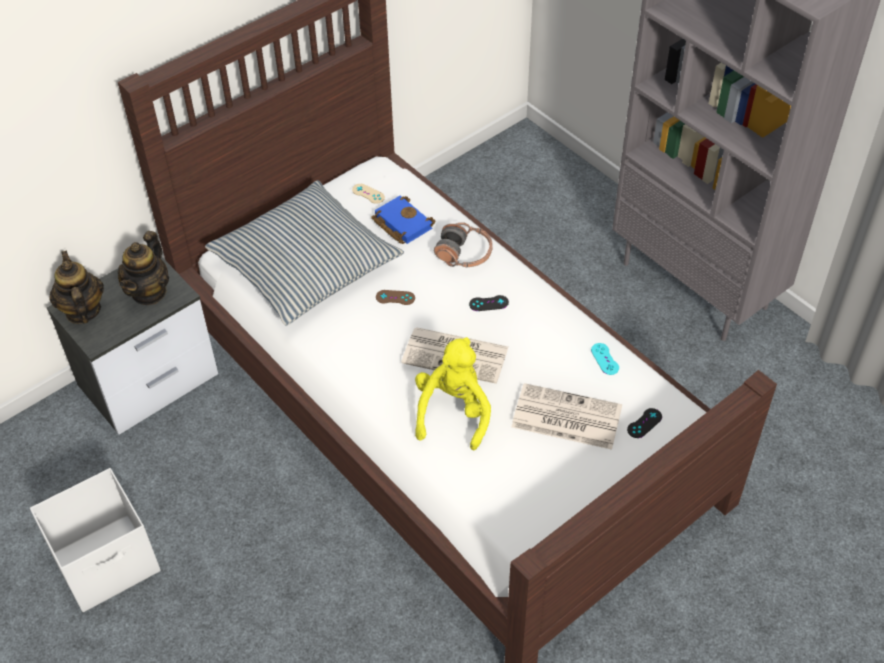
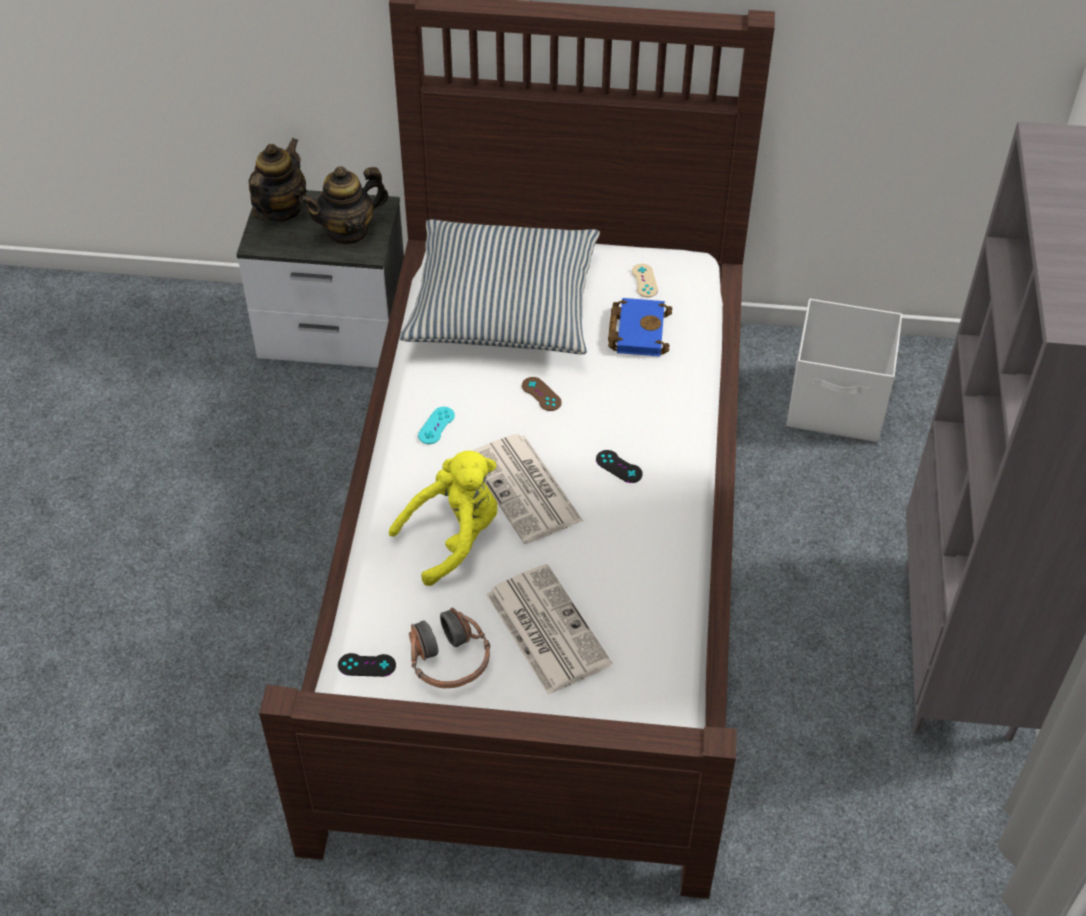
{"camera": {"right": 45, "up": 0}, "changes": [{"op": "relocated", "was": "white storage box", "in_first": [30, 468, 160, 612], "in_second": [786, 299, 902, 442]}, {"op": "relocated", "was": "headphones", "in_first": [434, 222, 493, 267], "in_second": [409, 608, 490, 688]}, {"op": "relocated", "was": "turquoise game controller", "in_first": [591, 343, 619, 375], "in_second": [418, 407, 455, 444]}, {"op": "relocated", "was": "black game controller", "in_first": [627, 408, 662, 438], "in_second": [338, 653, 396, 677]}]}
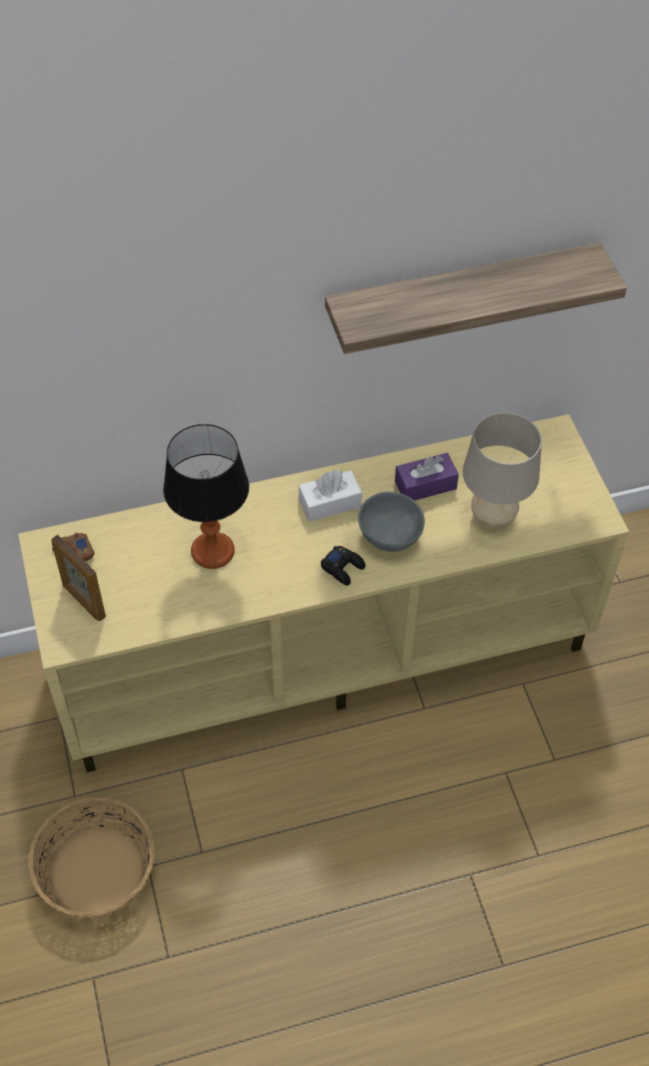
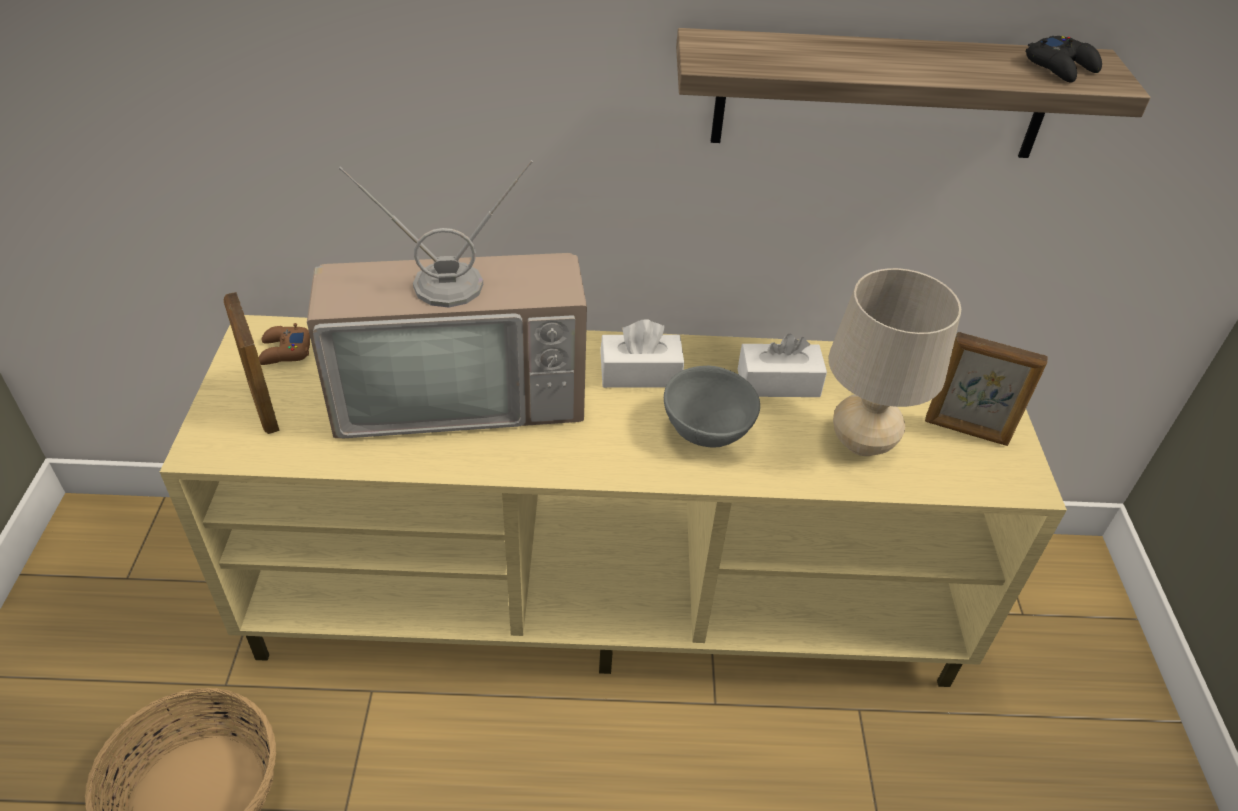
{"camera": {"right": 15, "up": -10}, "changes": [{"op": "exchanged", "was": "table lamp", "now": "television", "in_first": [163, 424, 249, 569], "in_second": [307, 160, 587, 439]}, {"op": "relocated", "was": "black game controller", "in_first": [321, 546, 365, 585], "in_second": [1025, 36, 1102, 83]}, {"op": "colour", "was": "purple tissue box", "now": "white tissue box", "in_first": [395, 453, 459, 501], "in_second": [738, 333, 827, 397]}, {"op": "appeared", "now": "picture frame", "in_second": [925, 332, 1048, 446]}]}
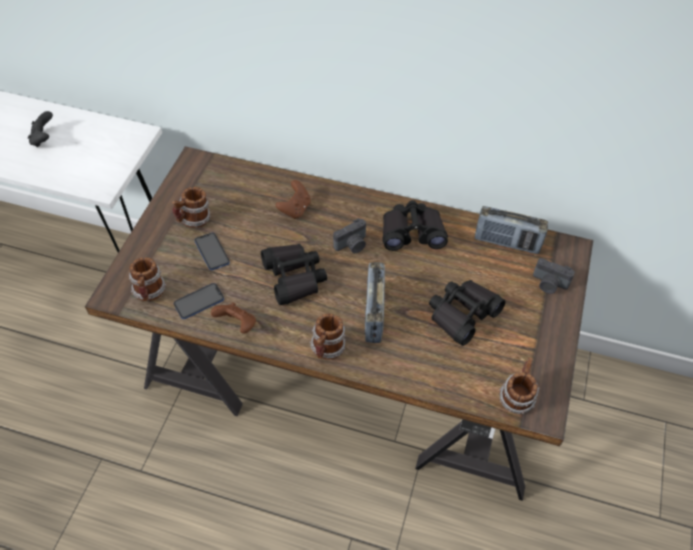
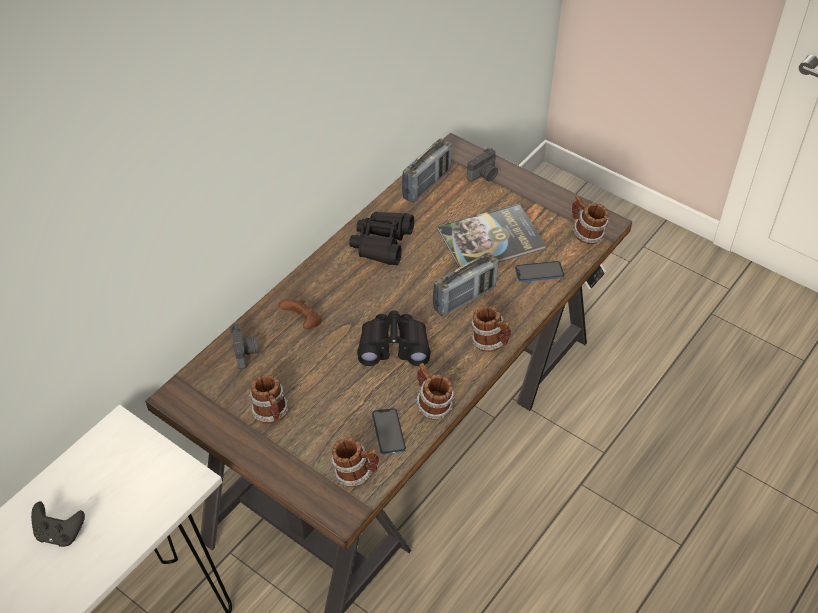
{"camera": {"right": -70, "up": -5}, "changes": [{"op": "relocated", "was": "phone", "in_first": [195, 233, 230, 270], "in_second": [515, 261, 564, 282]}, {"op": "exchanged", "was": "brown game controller", "now": "mug", "in_first": [211, 303, 256, 334], "in_second": [415, 363, 454, 420]}, {"op": "relocated", "was": "photo camera", "in_first": [333, 218, 366, 253], "in_second": [230, 323, 259, 369]}, {"op": "spun", "was": "radio", "in_first": [365, 262, 385, 343], "in_second": [433, 252, 498, 317], "clockwise": -60}, {"op": "exchanged", "was": "black binoculars", "now": "book", "in_first": [429, 280, 506, 346], "in_second": [438, 203, 547, 267]}]}
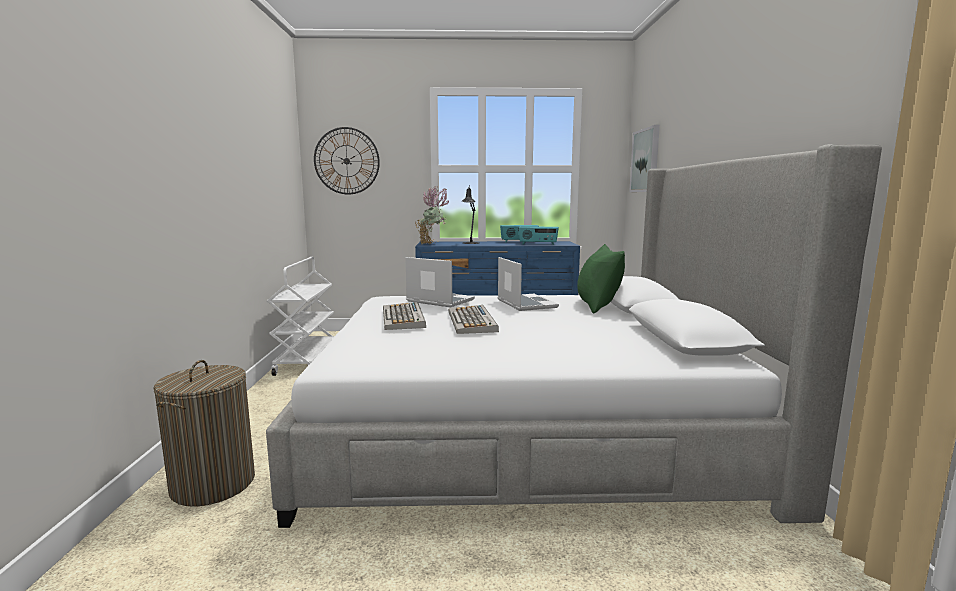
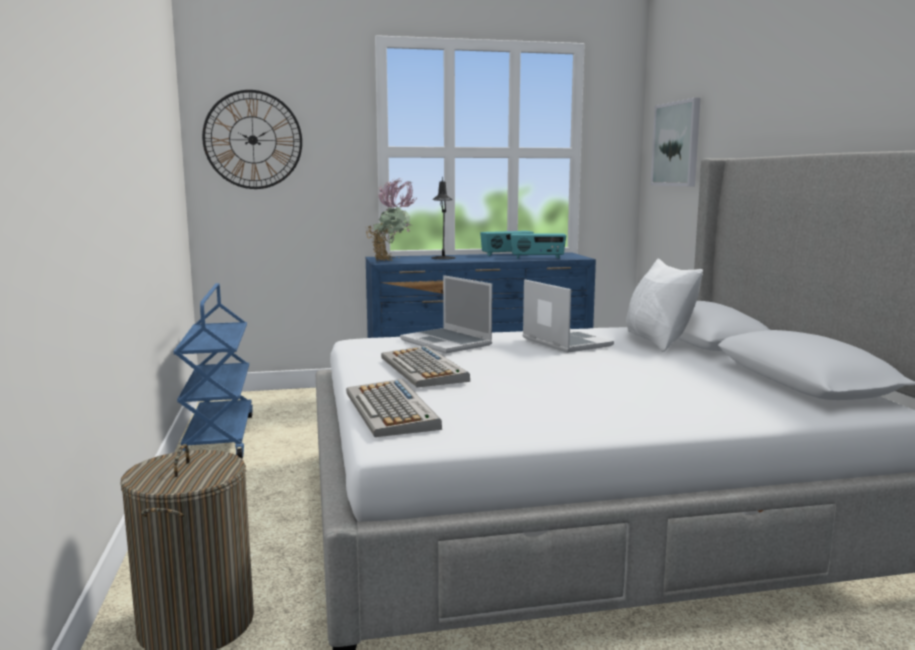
{"camera": {"right": -10, "up": 0}, "changes": [{"op": "colour", "was": "white cart", "now": "blue cart", "in_first": [267, 257, 334, 376], "in_second": [173, 283, 253, 459]}, {"op": "spun", "was": "laptop", "in_first": [405, 257, 475, 307], "in_second": [400, 275, 492, 354], "clockwise": -150}, {"op": "relocated", "was": "keyboard", "in_first": [448, 305, 499, 334], "in_second": [346, 379, 442, 437]}, {"op": "colour", "was": "green pillow", "now": "white pillow", "in_first": [577, 244, 625, 313], "in_second": [626, 258, 703, 352]}]}
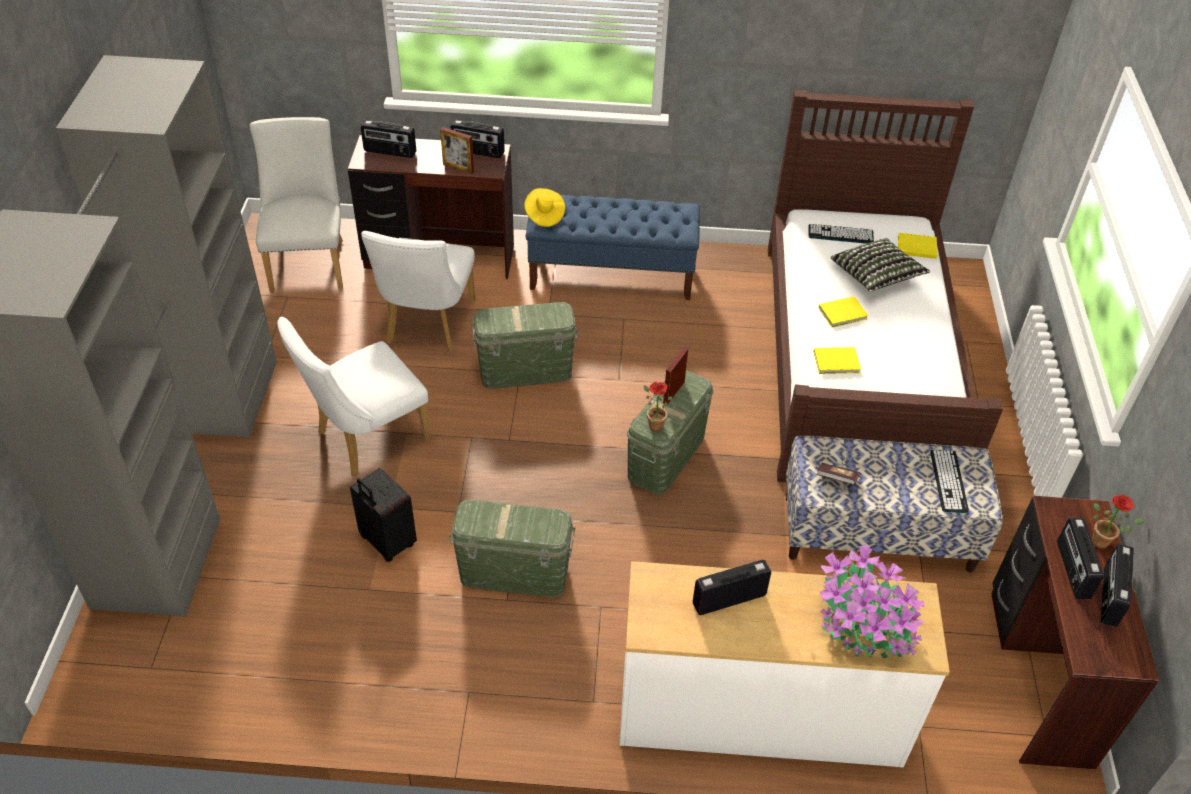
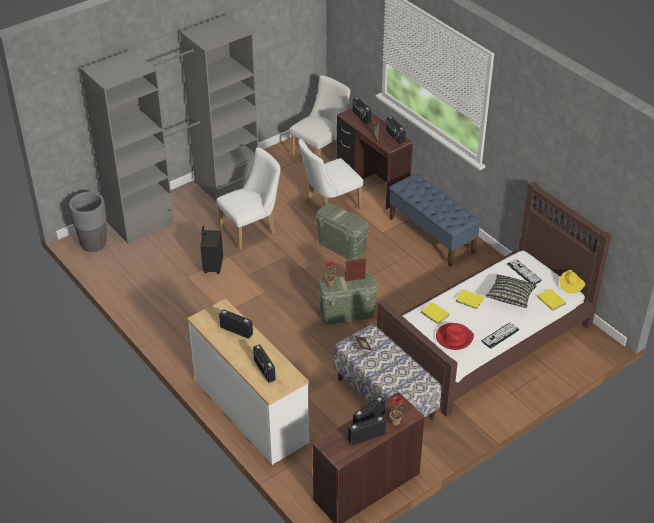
{"camera": {"right": 50, "up": -5}, "changes": [{"op": "spun", "was": "white chair", "in_first": [277, 317, 432, 477], "in_second": [216, 147, 281, 250], "clockwise": 135}, {"op": "missing", "was": "green storage box", "in_first": [449, 500, 576, 598]}, {"op": "relocated", "was": "yellow hat", "in_first": [524, 188, 565, 227], "in_second": [560, 270, 586, 293]}, {"op": "exchanged", "was": "potted plant", "now": "radio", "in_first": [820, 544, 925, 658], "in_second": [253, 344, 275, 383]}, {"op": "relocated", "was": "keyboard", "in_first": [930, 450, 969, 513], "in_second": [482, 323, 519, 349]}, {"op": "appeared", "now": "grey planter", "in_second": [69, 192, 107, 252]}, {"op": "appeared", "now": "red hat", "in_second": [436, 323, 474, 350]}]}
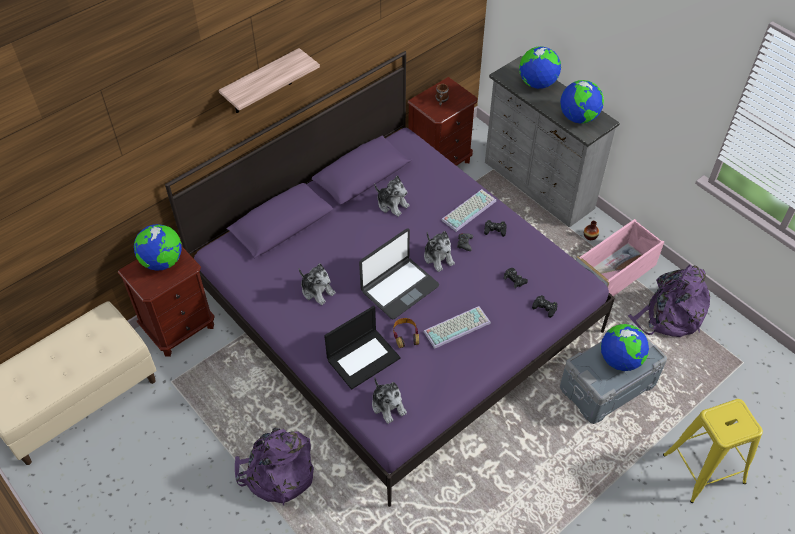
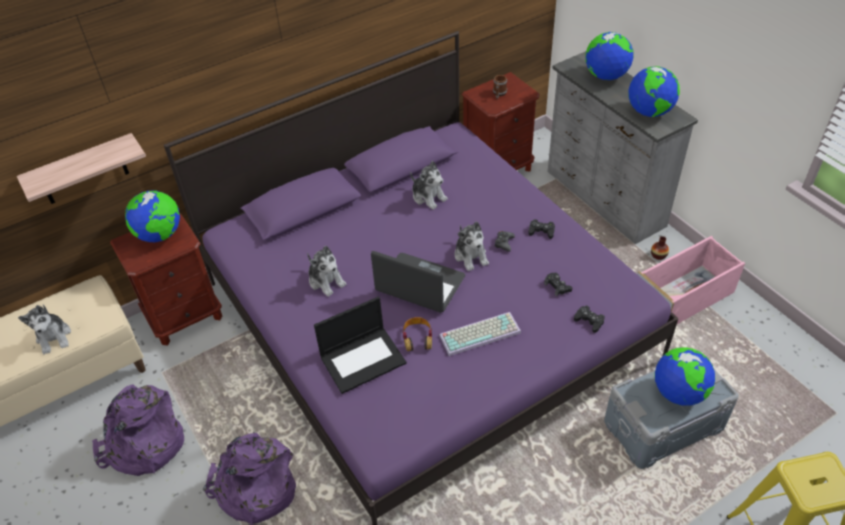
{"camera": {"right": 10, "up": -5}, "changes": [{"op": "relocated", "was": "shelf", "in_first": [219, 48, 320, 113], "in_second": [17, 133, 146, 204]}, {"op": "spun", "was": "laptop", "in_first": [359, 228, 439, 319], "in_second": [371, 251, 465, 313], "clockwise": -120}, {"op": "relocated", "was": "plush toy", "in_first": [372, 377, 407, 424], "in_second": [18, 305, 71, 355]}, {"op": "missing", "was": "keyboard", "in_first": [441, 189, 496, 232]}, {"op": "relocated", "was": "purple backpack", "in_first": [628, 265, 710, 337], "in_second": [92, 385, 184, 476]}]}
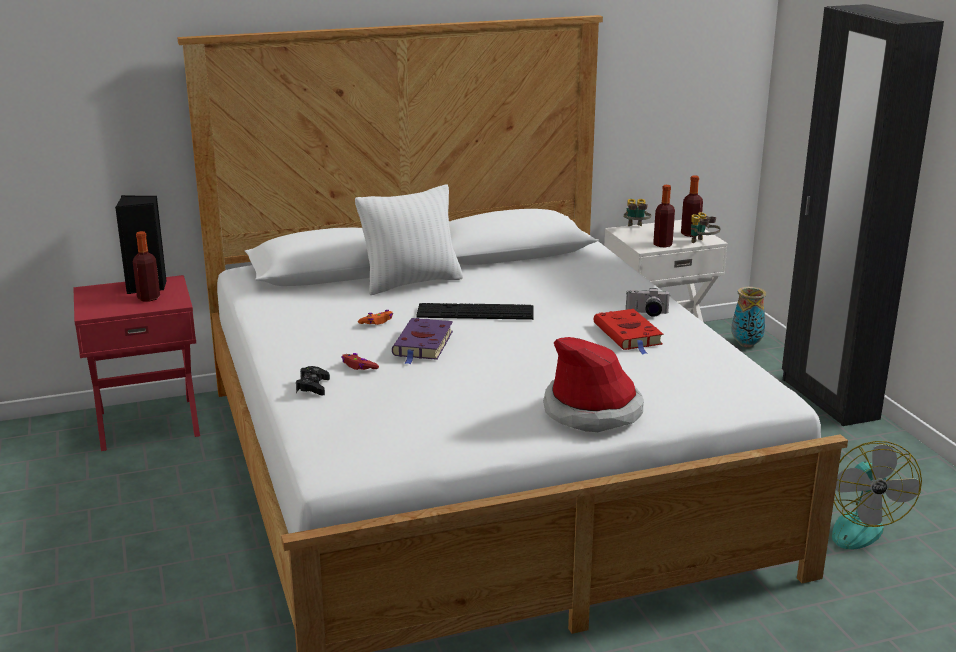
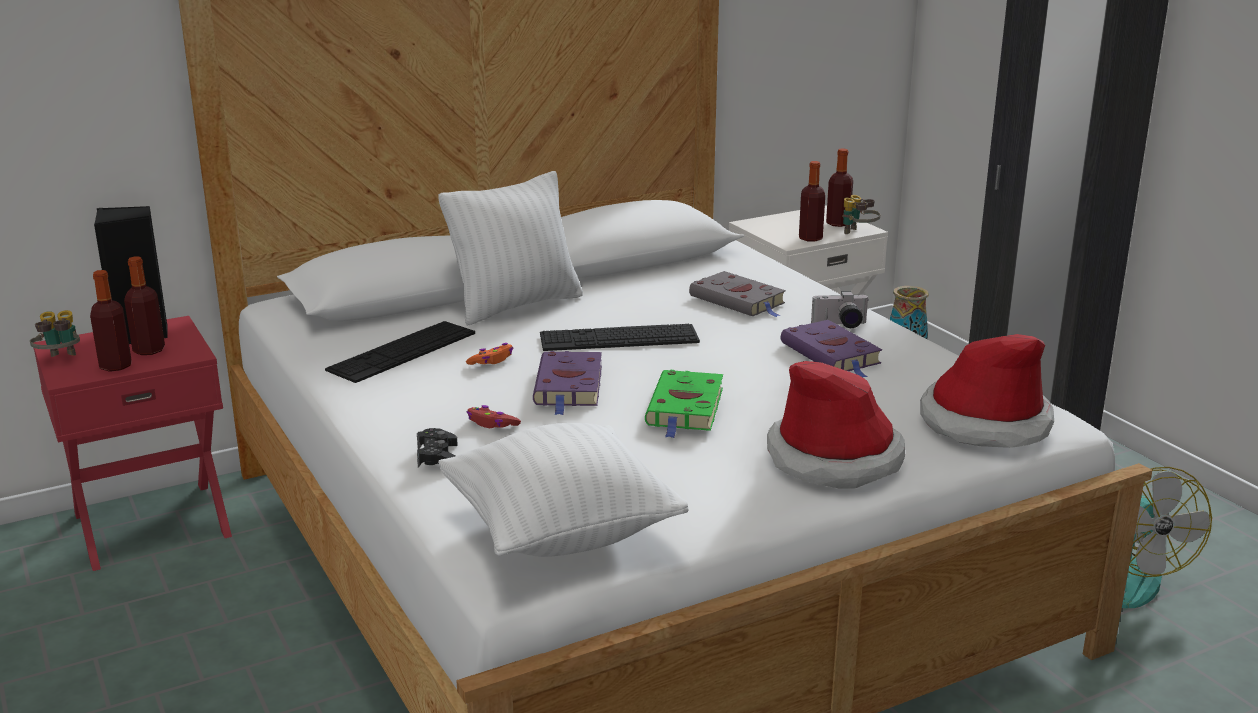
{"camera": {"right": -10, "up": 0}, "changes": [{"op": "colour", "was": "red book", "now": "purple book", "in_first": [594, 309, 663, 354], "in_second": [781, 320, 882, 377]}, {"op": "relocated", "was": "binoculars", "in_first": [624, 199, 651, 226], "in_second": [30, 310, 80, 357]}, {"op": "appeared", "now": "bottle", "in_second": [90, 270, 132, 372]}, {"op": "appeared", "now": "keyboard", "in_second": [325, 321, 475, 383]}, {"op": "appeared", "now": "white pillow", "in_second": [438, 423, 688, 557]}, {"op": "appeared", "now": "green book", "in_second": [645, 370, 723, 438]}, {"op": "appeared", "now": "grey book", "in_second": [689, 271, 786, 317]}, {"op": "appeared", "now": "hat", "in_second": [920, 334, 1054, 448]}]}
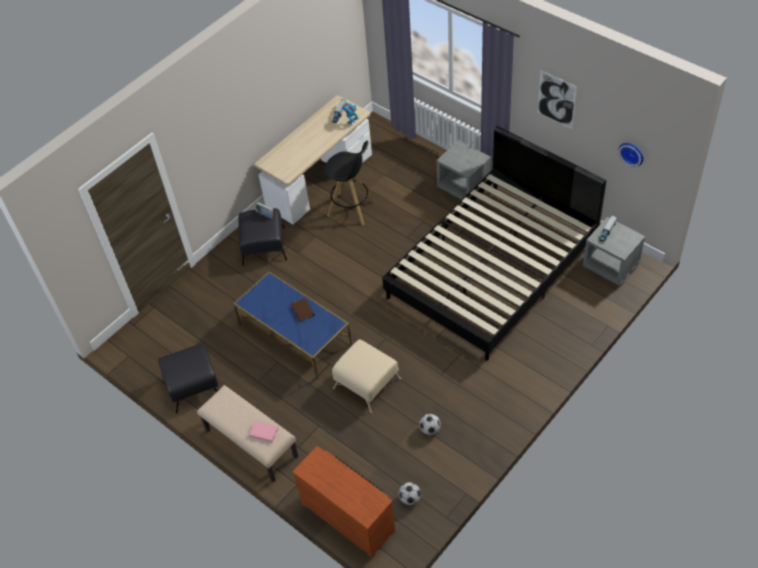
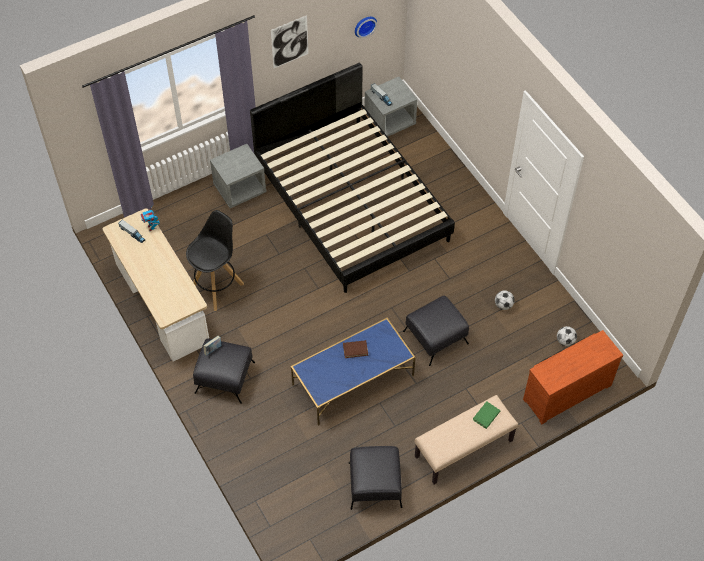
{"camera": {"right": -75, "up": 5}, "changes": [{"op": "colour", "was": "pink book", "now": "green book", "in_first": [249, 420, 279, 442], "in_second": [473, 401, 500, 429]}, {"op": "colour", "was": "beige ottoman", "now": "black ottoman", "in_first": [332, 339, 401, 413], "in_second": [403, 295, 469, 366]}]}
